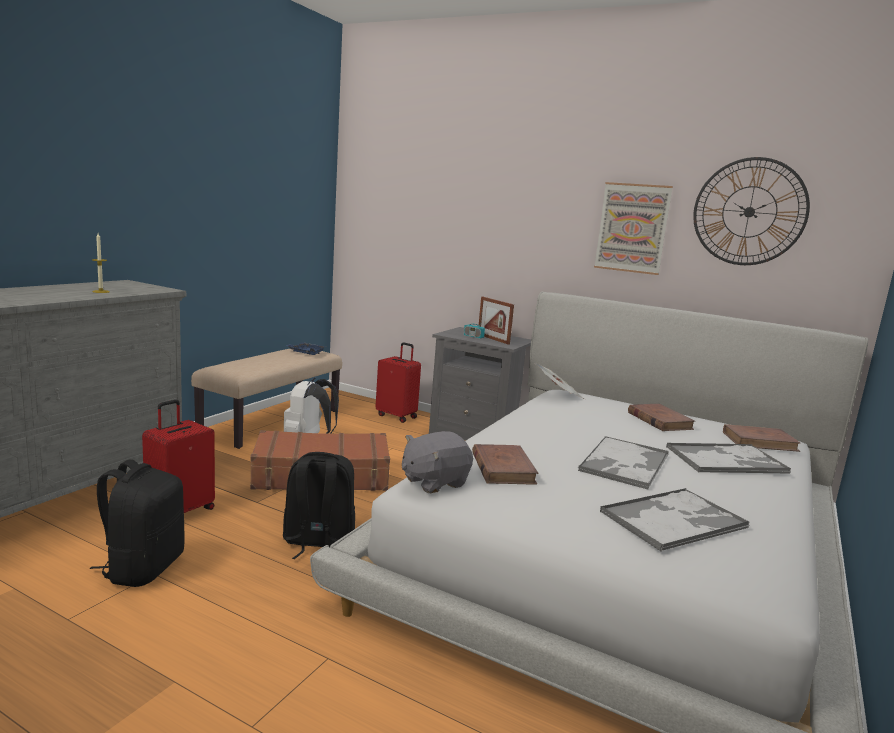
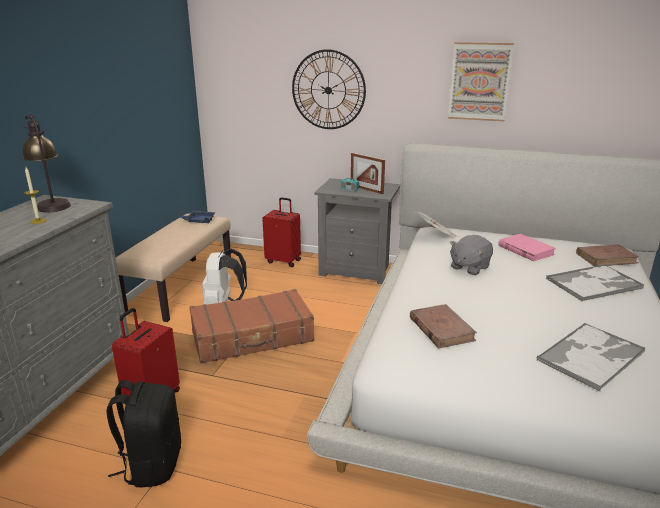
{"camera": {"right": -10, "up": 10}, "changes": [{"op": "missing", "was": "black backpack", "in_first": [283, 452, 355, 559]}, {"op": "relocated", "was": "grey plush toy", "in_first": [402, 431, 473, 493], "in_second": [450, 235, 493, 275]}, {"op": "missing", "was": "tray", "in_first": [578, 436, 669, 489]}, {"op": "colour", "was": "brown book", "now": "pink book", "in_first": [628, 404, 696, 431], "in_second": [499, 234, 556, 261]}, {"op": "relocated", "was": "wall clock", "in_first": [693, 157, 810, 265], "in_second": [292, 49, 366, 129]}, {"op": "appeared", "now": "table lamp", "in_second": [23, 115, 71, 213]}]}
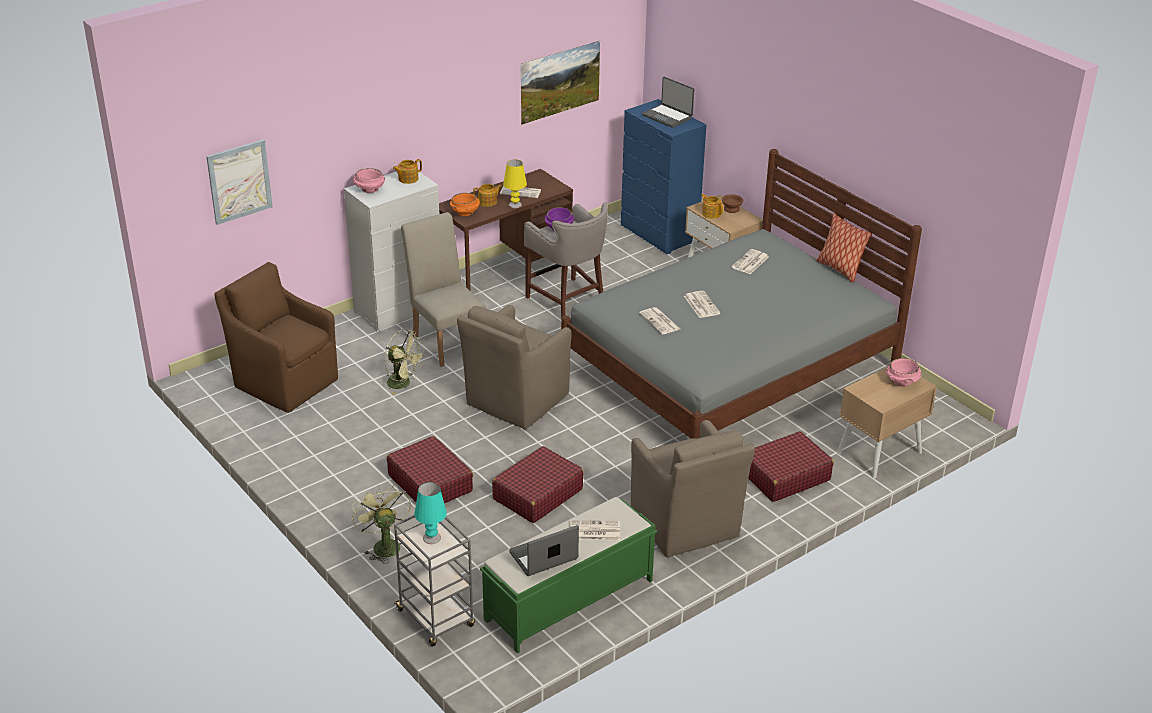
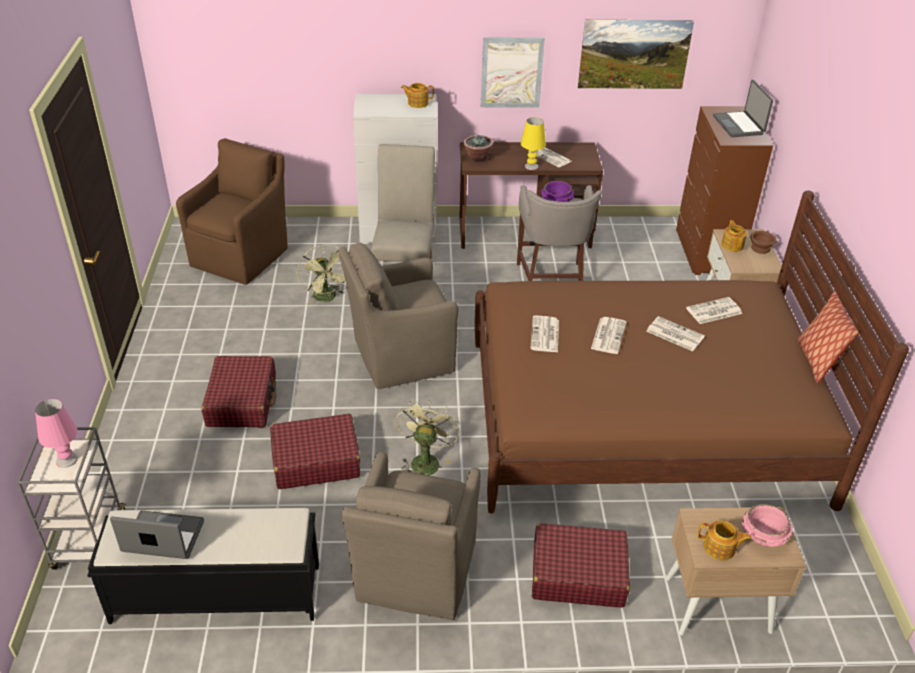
{"camera": {"right": 35, "up": 5}, "changes": [{"op": "relocated", "was": "picture", "in_first": [206, 139, 273, 225], "in_second": [481, 37, 545, 108]}, {"op": "spun", "was": "brown armchair", "in_first": [215, 262, 338, 413], "in_second": [176, 138, 288, 285], "clockwise": 45}, {"op": "relocated", "was": "green fan", "in_first": [351, 484, 411, 564], "in_second": [396, 400, 460, 475]}, {"op": "missing", "was": "pink bowl", "in_first": [353, 168, 385, 193]}, {"op": "colour", "was": "turquoise table lamp", "now": "pink table lamp", "in_first": [415, 482, 447, 544], "in_second": [35, 399, 78, 468]}, {"op": "exchanged", "was": "orange bowl", "now": "potted plant", "in_first": [450, 193, 480, 216], "in_second": [463, 134, 493, 162]}, {"op": "relocated", "was": "teapot", "in_first": [473, 184, 503, 207], "in_second": [698, 520, 752, 561]}, {"op": "colour", "was": "green bench", "now": "black bench", "in_first": [480, 497, 657, 653], "in_second": [87, 508, 319, 624]}, {"op": "colour", "was": "grey bed", "now": "brown bed", "in_first": [561, 149, 922, 439], "in_second": [475, 191, 909, 514]}, {"op": "relocated", "was": "newspaper", "in_first": [570, 520, 620, 541], "in_second": [646, 316, 705, 351]}, {"op": "colour", "was": "blue dresser", "now": "brown dresser", "in_first": [621, 99, 706, 254], "in_second": [676, 106, 773, 275]}]}
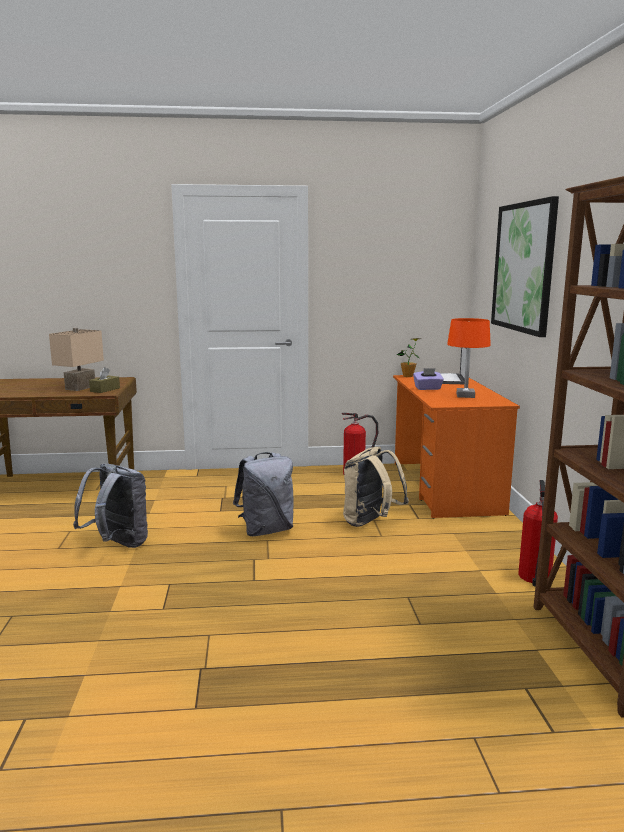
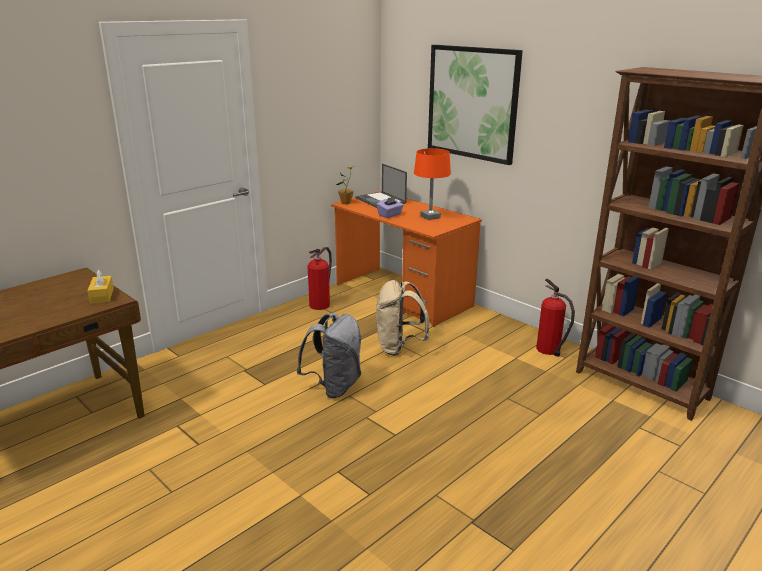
{"camera": {"right": -40, "up": 10}, "changes": [{"op": "missing", "was": "beige table lamp", "in_first": [49, 328, 104, 391]}, {"op": "missing", "was": "grey backpack", "in_first": [73, 464, 148, 548]}, {"op": "colour", "was": "brown tissue box", "now": "yellow tissue box", "in_first": [89, 367, 120, 393], "in_second": [87, 269, 114, 304]}]}
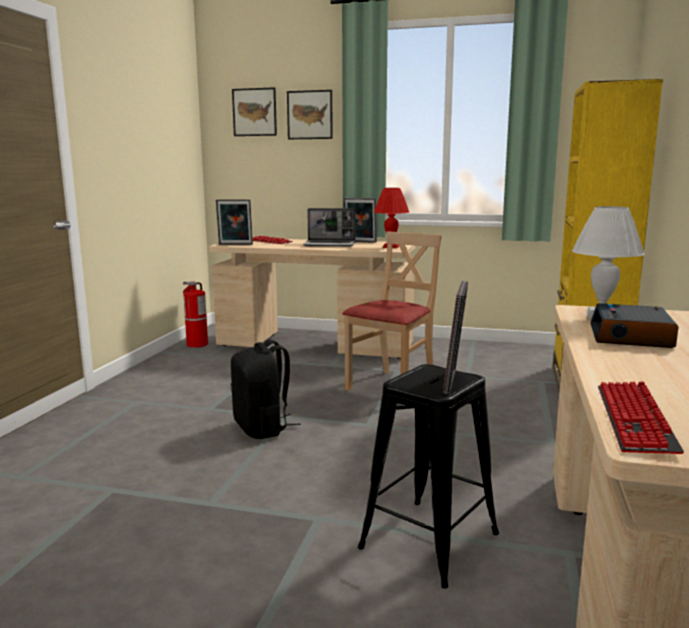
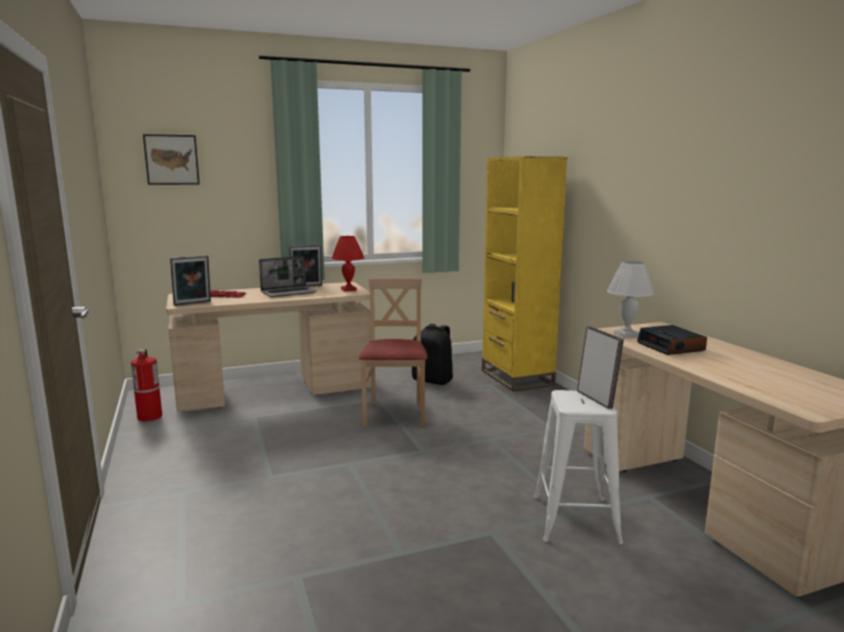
{"camera": {"right": -35, "up": 0}, "changes": [{"op": "relocated", "was": "black backpack", "in_first": [231, 340, 301, 439], "in_second": [412, 324, 453, 385]}, {"op": "missing", "was": "picture", "in_first": [287, 90, 333, 139]}, {"op": "colour", "was": "black stool", "now": "white stool", "in_first": [358, 364, 499, 588], "in_second": [534, 390, 623, 544]}, {"op": "missing", "was": "keyboard", "in_first": [598, 381, 684, 454]}]}
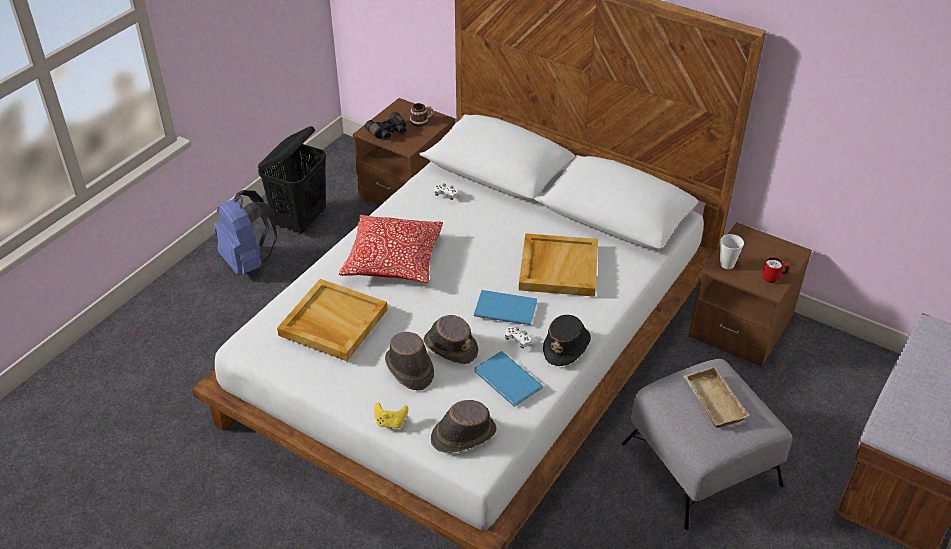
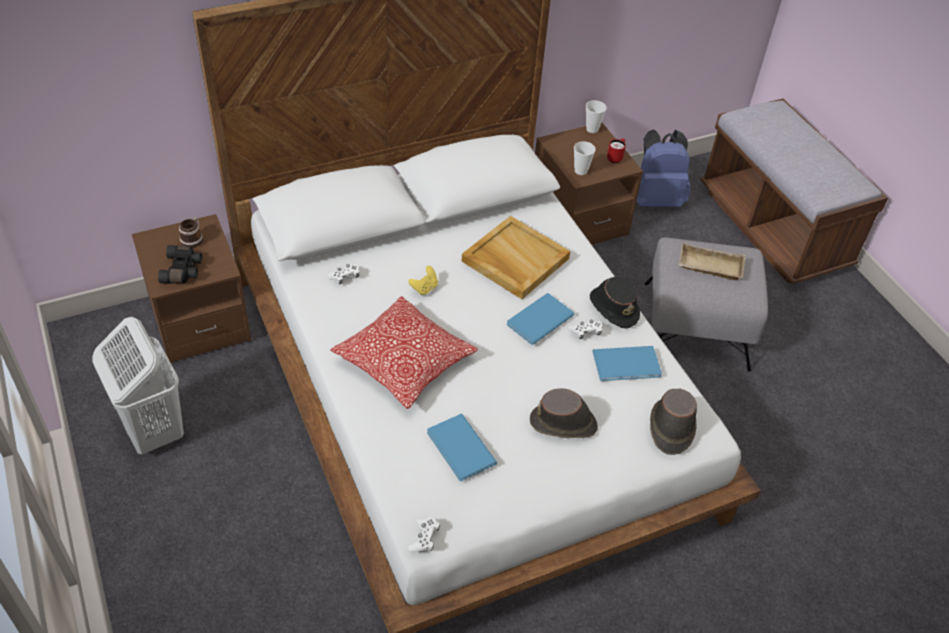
{"camera": {"right": -60, "up": 5}, "changes": [{"op": "relocated", "was": "blue backpack", "in_first": [214, 190, 277, 275], "in_second": [636, 129, 691, 207]}, {"op": "colour", "was": "black laundry basket", "now": "white laundry basket", "in_first": [258, 126, 326, 234], "in_second": [92, 317, 184, 454]}, {"op": "exchanged", "was": "beige tray", "now": "blue book", "in_first": [277, 279, 388, 361], "in_second": [427, 414, 497, 481]}, {"op": "relocated", "was": "yellow game controller", "in_first": [374, 402, 408, 429], "in_second": [408, 266, 438, 295]}, {"op": "missing", "was": "brown hat", "in_first": [423, 315, 478, 364]}, {"op": "appeared", "now": "white game controller", "in_second": [408, 517, 440, 552]}, {"op": "appeared", "now": "cup", "in_second": [586, 101, 607, 133]}]}
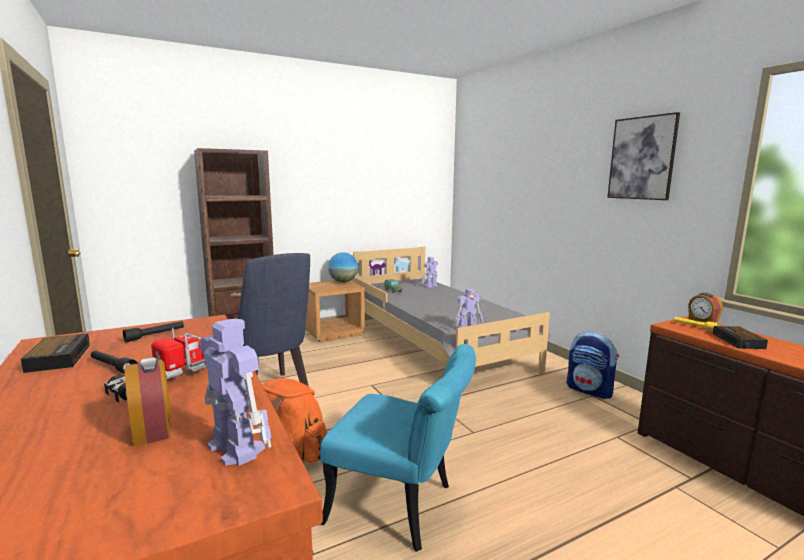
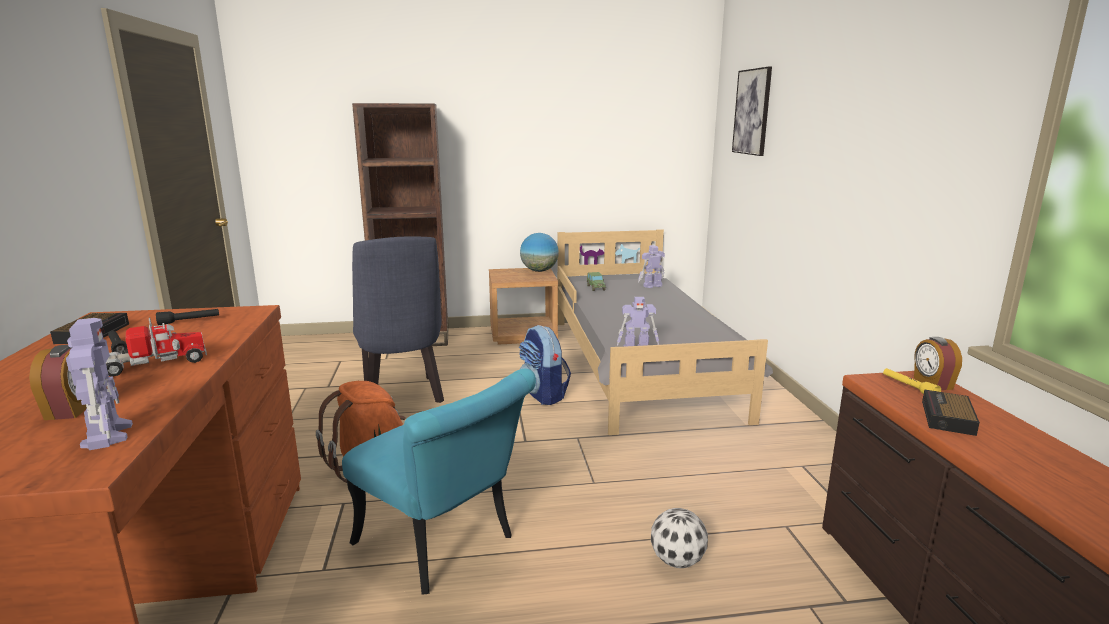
{"camera": {"right": 20, "up": 5}, "changes": [{"op": "relocated", "was": "backpack", "in_first": [567, 332, 619, 399], "in_second": [519, 325, 571, 405]}, {"op": "relocated", "was": "picture", "in_first": [607, 112, 680, 200], "in_second": [732, 67, 772, 156]}, {"op": "appeared", "now": "football", "in_second": [651, 508, 708, 568]}]}
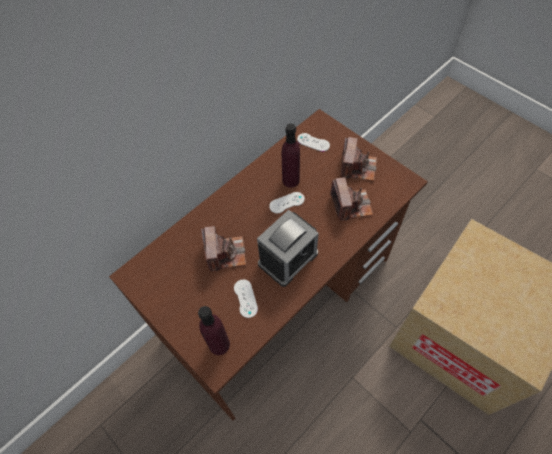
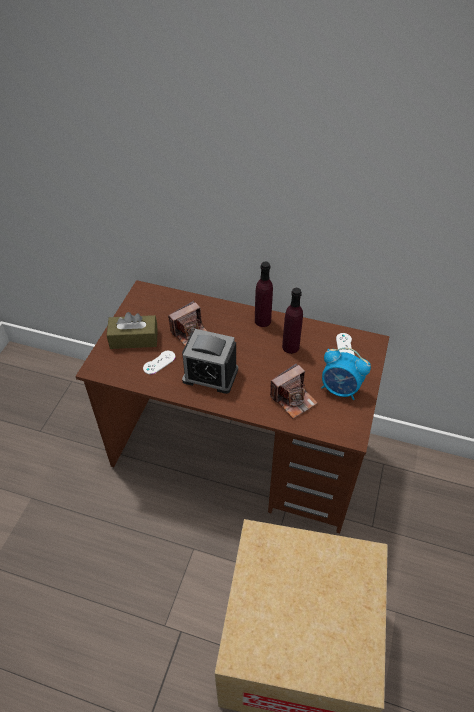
{"camera": {"right": 60, "up": -10}, "changes": [{"op": "relocated", "was": "purple bottle", "in_first": [198, 306, 230, 355], "in_second": [255, 261, 273, 327]}, {"op": "missing", "was": "white game controller", "in_first": [269, 192, 305, 213]}, {"op": "exchanged", "was": "photo camera", "now": "alarm clock", "in_first": [341, 137, 377, 181], "in_second": [321, 348, 371, 400]}, {"op": "appeared", "now": "brown tissue box", "in_second": [107, 312, 158, 349]}]}
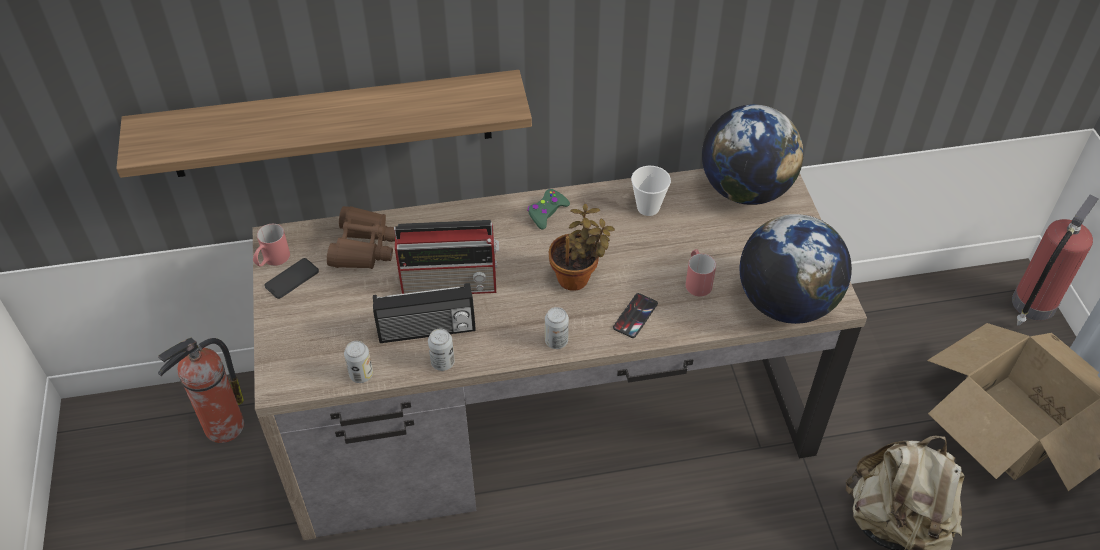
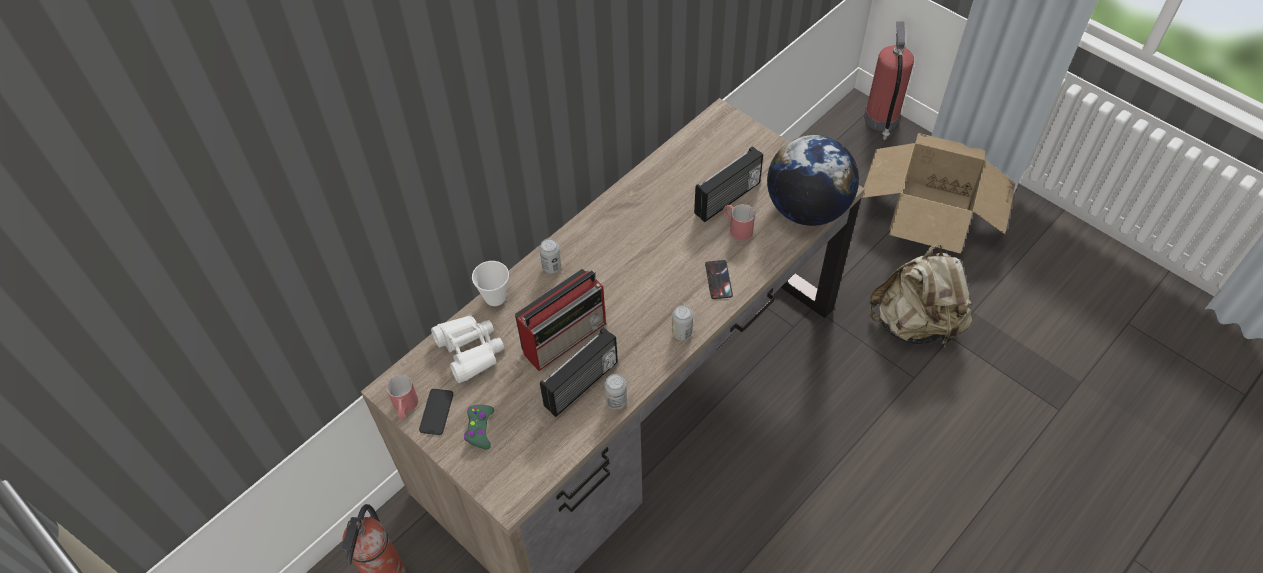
{"camera": {"right": -35, "up": 5}, "changes": [{"op": "missing", "was": "shelf", "in_first": [116, 70, 532, 178]}, {"op": "colour", "was": "brown binoculars", "now": "white binoculars", "in_first": [327, 206, 395, 269], "in_second": [431, 315, 504, 383]}, {"op": "relocated", "was": "can", "in_first": [344, 341, 373, 383], "in_second": [539, 238, 561, 273]}, {"op": "relocated", "was": "green game controller", "in_first": [527, 189, 570, 230], "in_second": [464, 405, 494, 450]}, {"op": "missing", "was": "potted plant", "in_first": [549, 204, 615, 291]}, {"op": "relocated", "was": "cup", "in_first": [631, 166, 671, 216], "in_second": [472, 261, 509, 306]}, {"op": "missing", "was": "globe", "in_first": [702, 104, 803, 205]}, {"op": "appeared", "now": "radio", "in_second": [694, 146, 763, 222]}]}
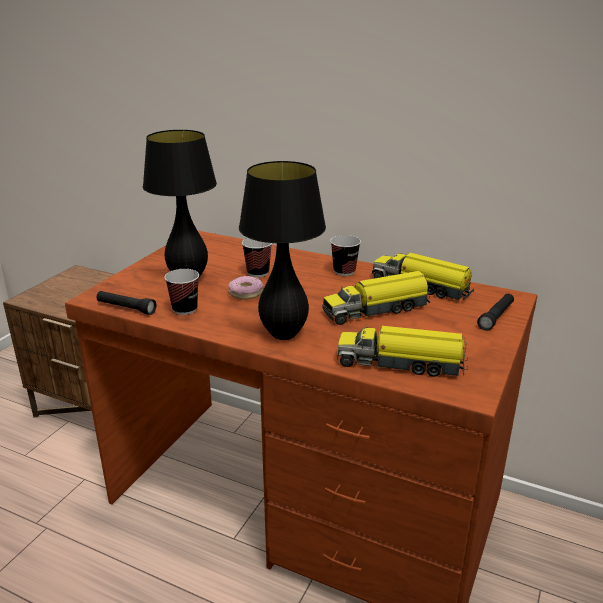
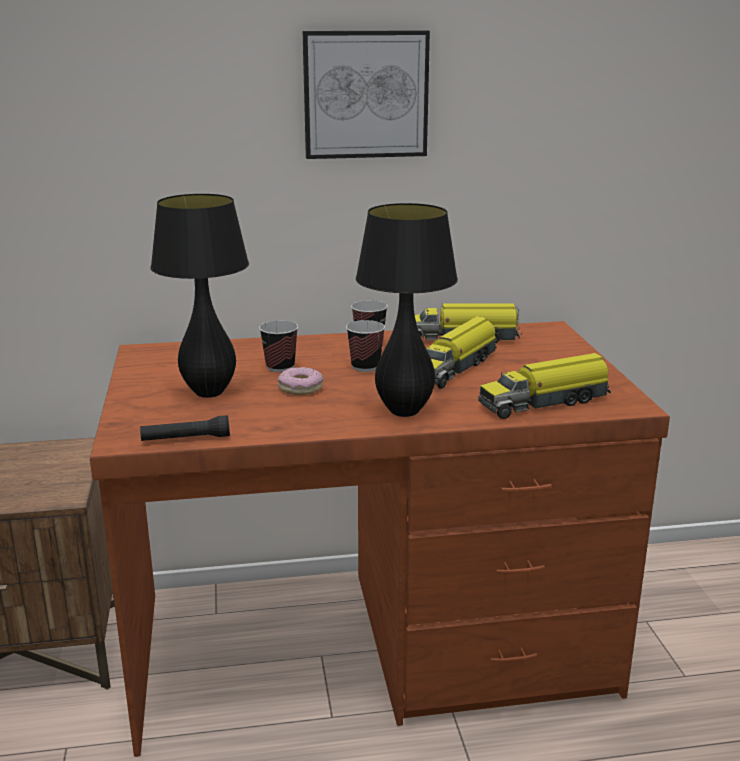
{"camera": {"right": -35, "up": -5}, "changes": [{"op": "relocated", "was": "cup", "in_first": [165, 269, 199, 315], "in_second": [346, 320, 385, 372]}, {"op": "missing", "was": "black flashlight", "in_first": [477, 294, 514, 331]}, {"op": "appeared", "now": "picture", "in_second": [302, 30, 430, 159]}]}
